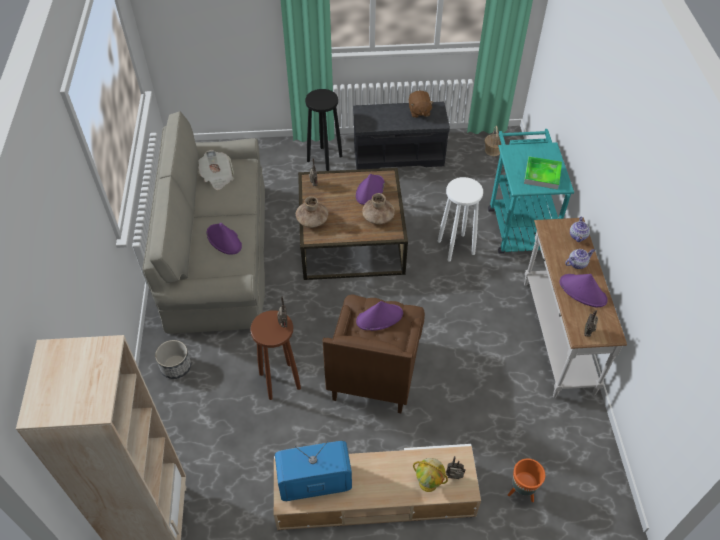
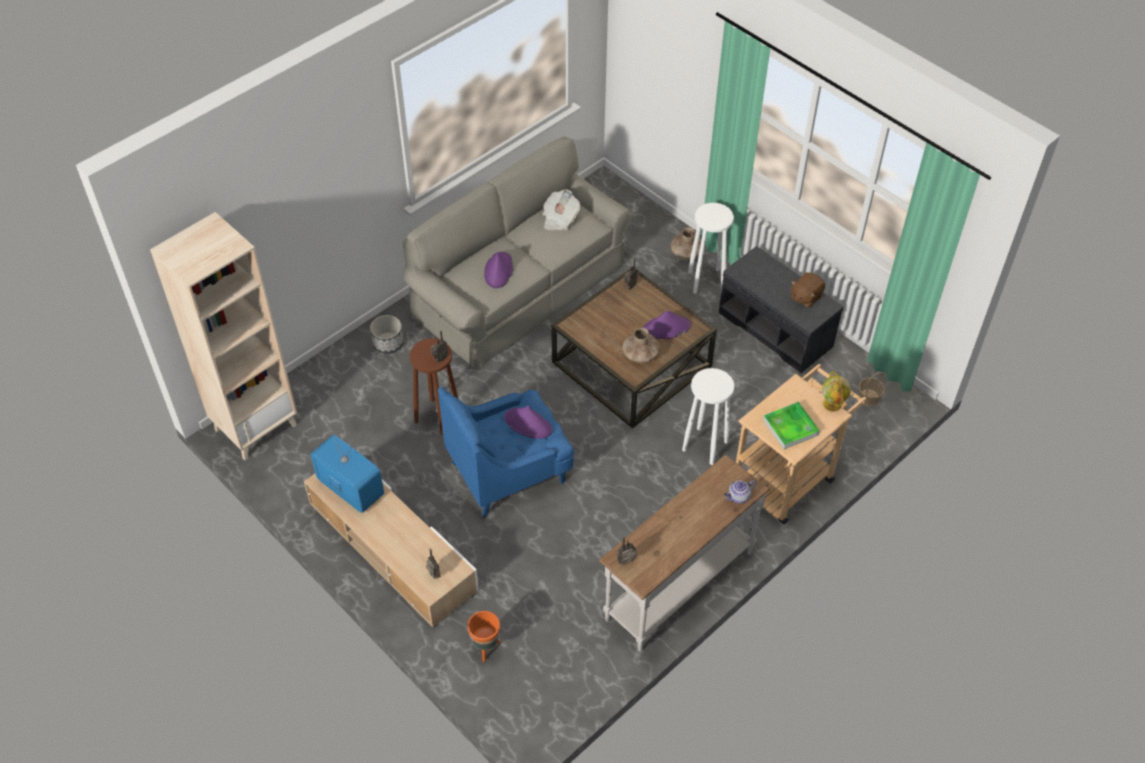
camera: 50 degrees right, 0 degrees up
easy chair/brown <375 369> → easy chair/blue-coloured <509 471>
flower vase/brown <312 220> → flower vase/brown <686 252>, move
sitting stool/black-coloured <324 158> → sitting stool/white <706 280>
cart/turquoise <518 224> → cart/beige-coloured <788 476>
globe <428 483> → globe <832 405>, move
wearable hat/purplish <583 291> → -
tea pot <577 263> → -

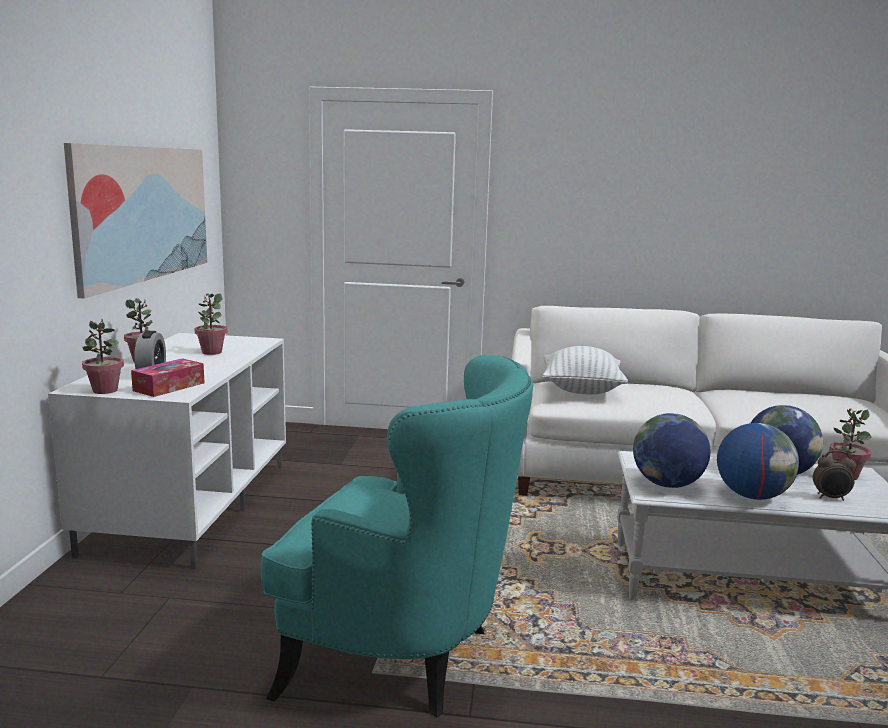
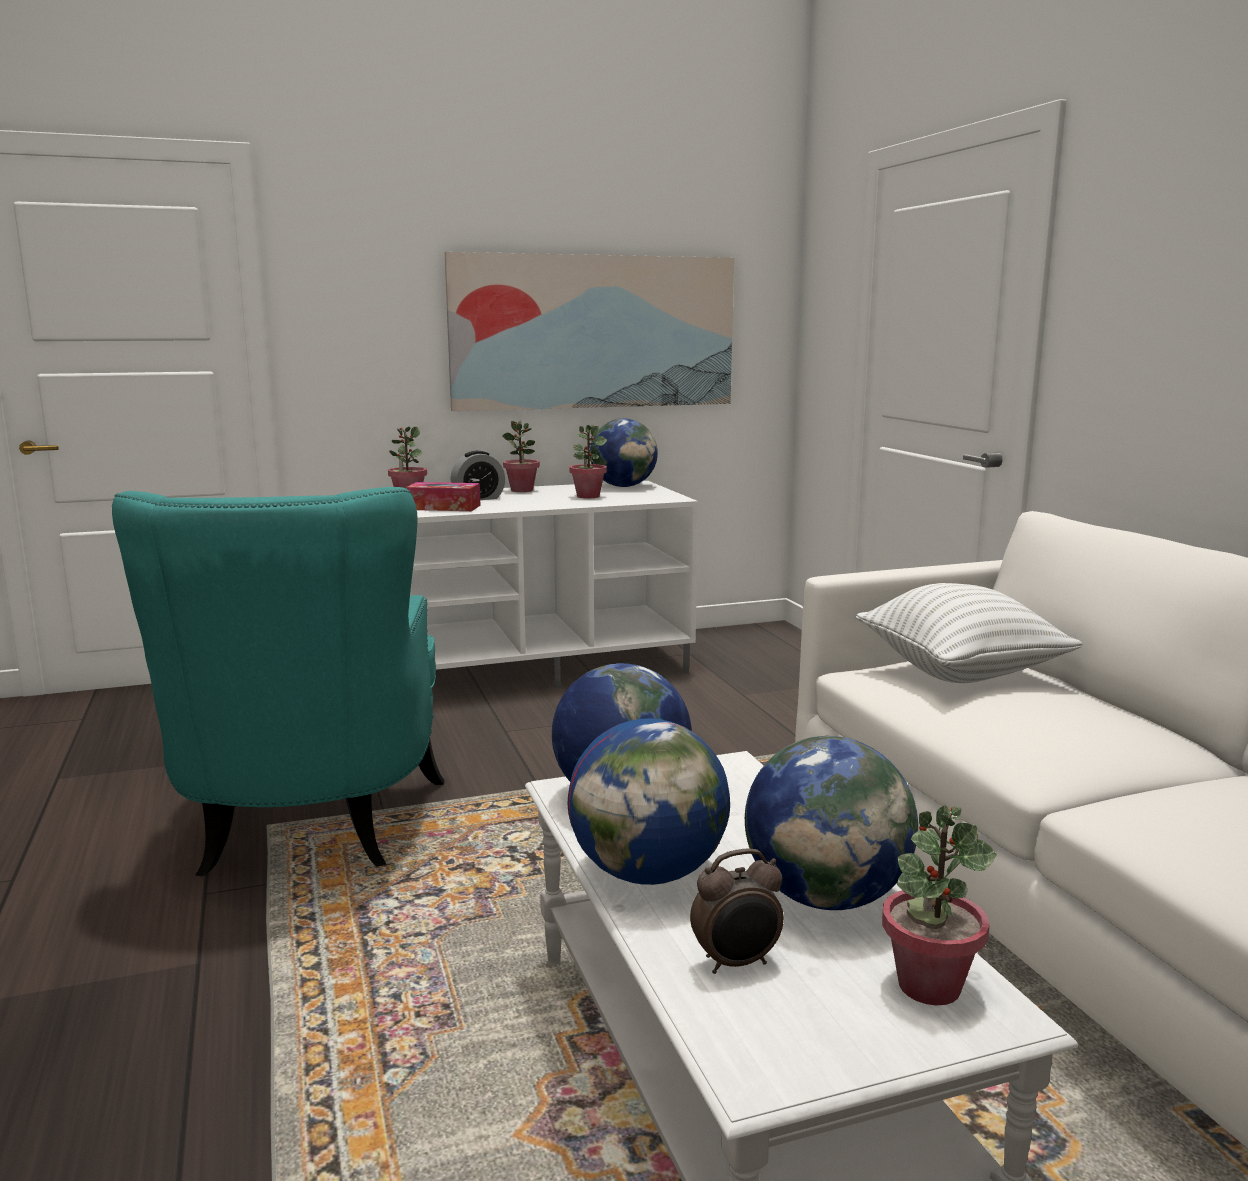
camera: 65 degrees right, 0 degrees up
- → globe <623 486>
table clock <830 498> → table clock <737 963>, 90 degrees counterclockwise

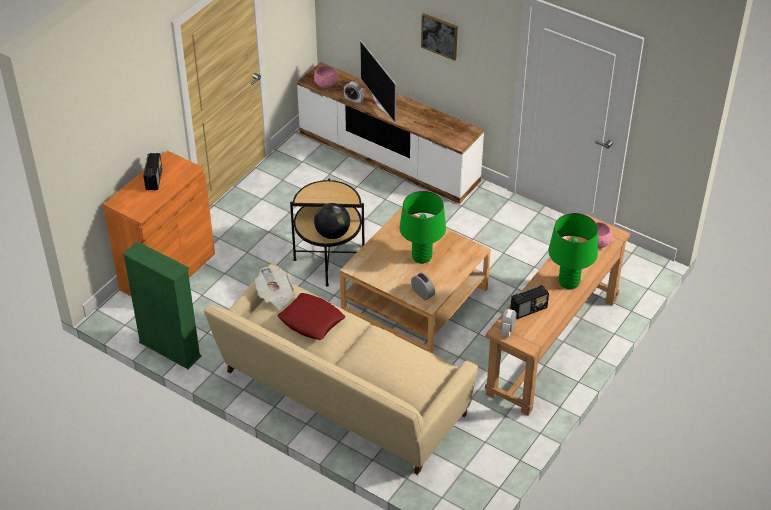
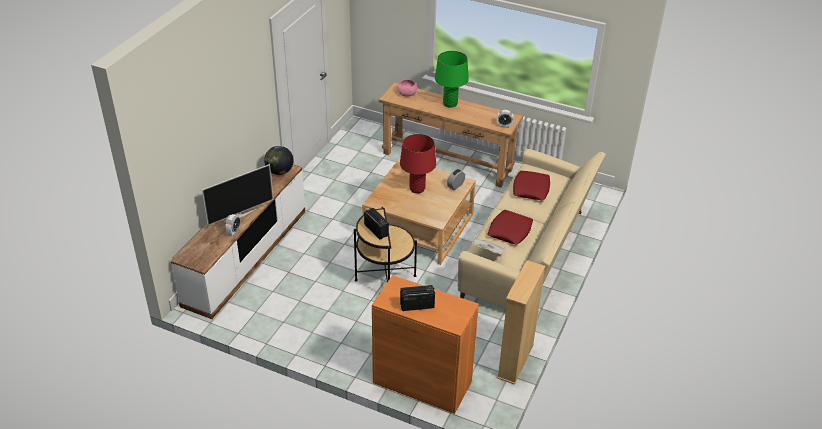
camera: 100 degrees left, 5 degrees down
globe <332 233> → globe <279 171>, move
radio receiver <529 309> → radio receiver <376 230>, move
tabletop lamp/green-coloured <422 257> → tabletop lamp/reddish <417 189>
shelving unit/green-coloured <170 349> → shelving unit/beige-coloured <515 361>
- → throw pillow/reddish <531 189>
deep dish/pink <326 84> → -
picture <439 36> → -

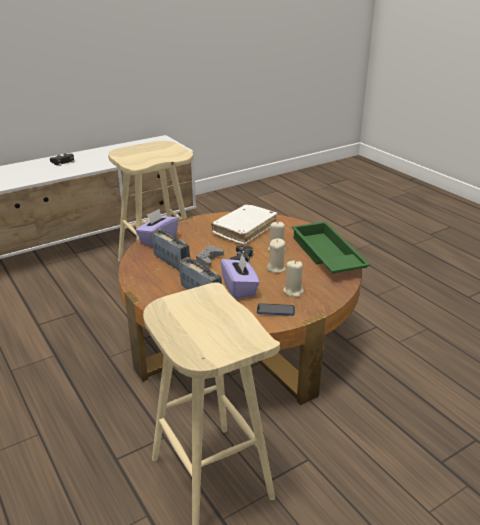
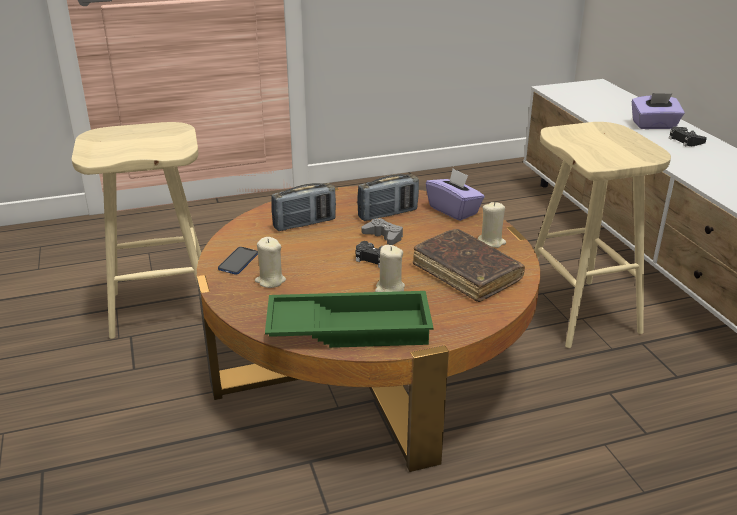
camera: 105 degrees right, 0 degrees up
volume/white <244 229> → volume/brown <466 273>
wax candle/beige-coloured <276 268> → wax candle/beige-coloured <491 242>, move
tissue holder/purplish <239 288> → tissue holder/purplish <654 125>, move

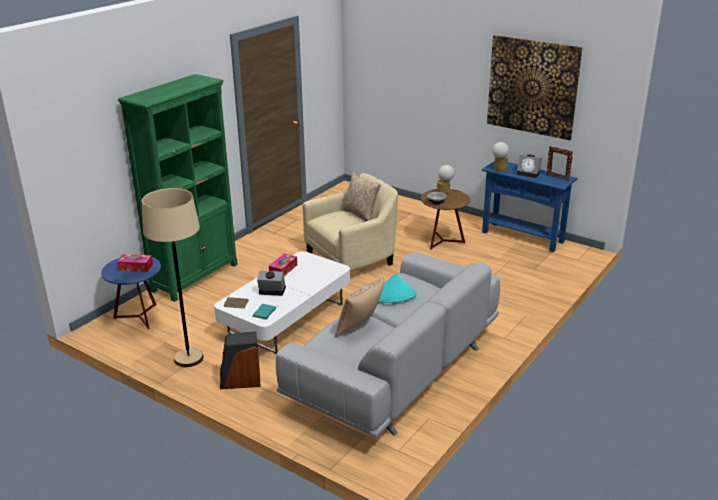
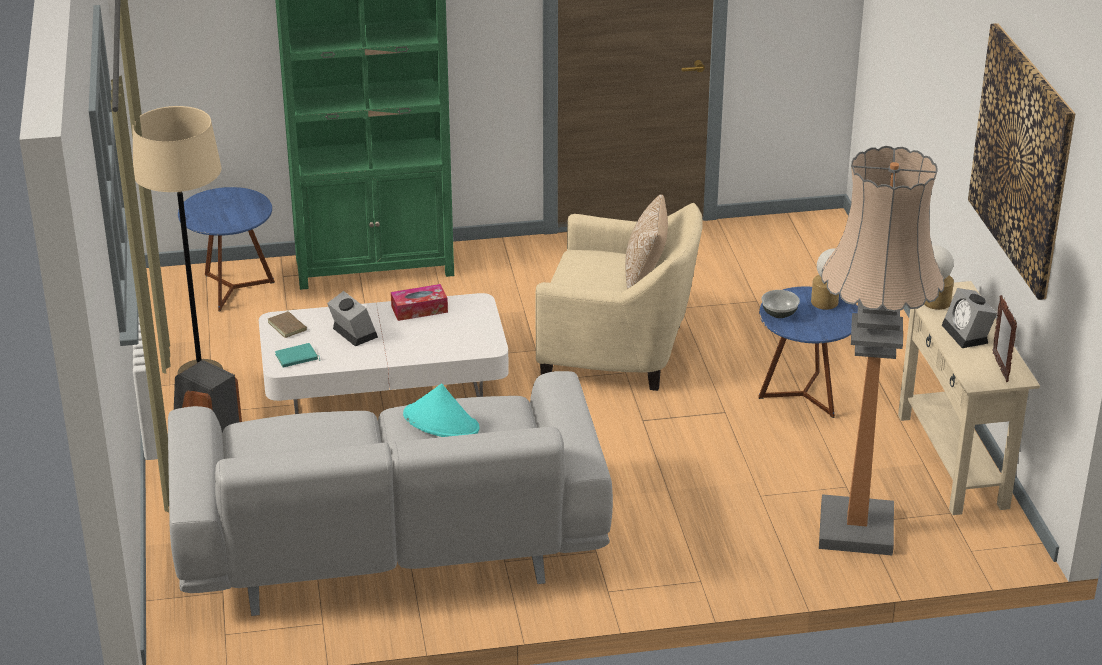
camera: 45 degrees right, 5 degrees up
accent table/brown <443 241> → accent table/blue-coloured <803 396>
- → standing lamp <856 529>
console table/blue-coloured <522 237> → console table/beige-coloured <952 460>
tissue holder <135 267> → -
throw pillow <360 329> → -

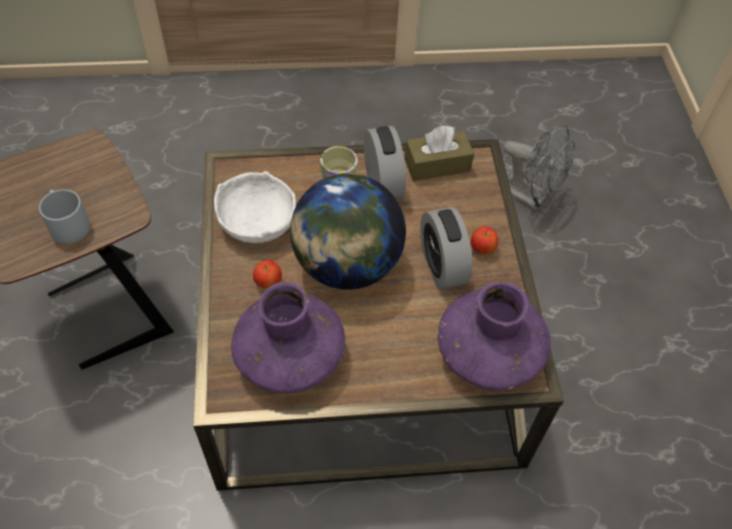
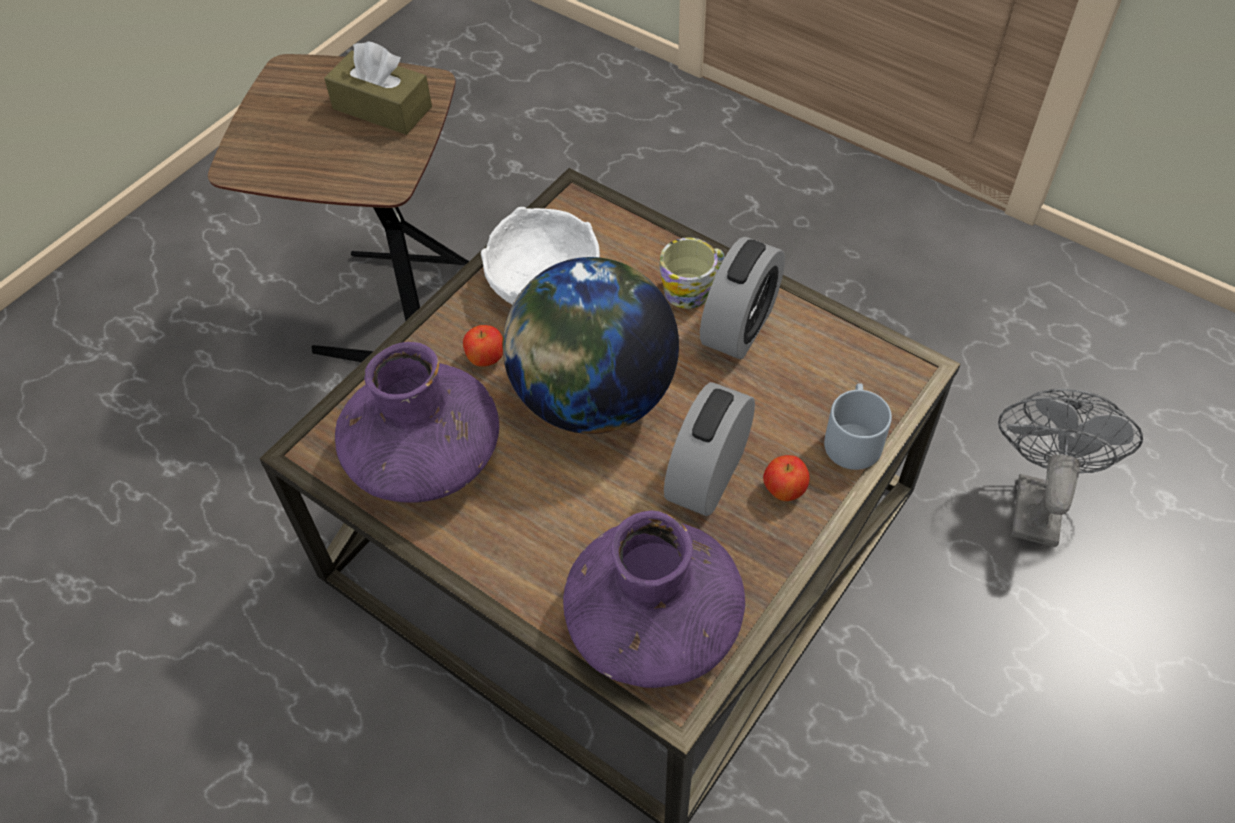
camera: 45 degrees right, 0 degrees up
tissue holder/brown <437 165> → tissue holder/brown <382 108>, move
mug/greyish <66 224> → mug/greyish <851 436>, move
electric fan/greyish <530 197> → electric fan/greyish <1036 500>, 150 degrees counterclockwise

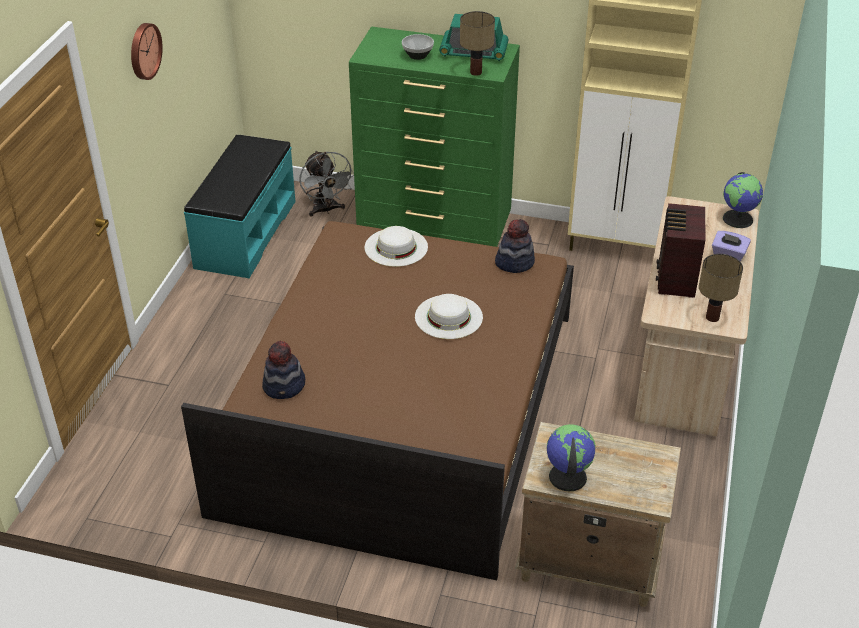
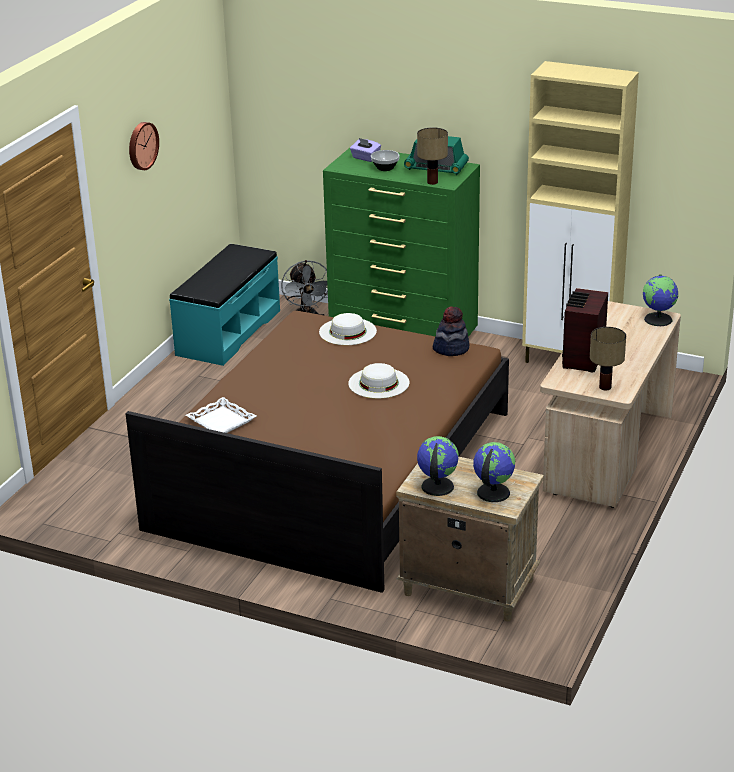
camera: 10 degrees right, 10 degrees down
wearable hat <284 386> → serving tray/white <222 421>
tissue holder/purplish <728 254> → tissue holder/purplish <365 158>, move
- → globe <492 492>

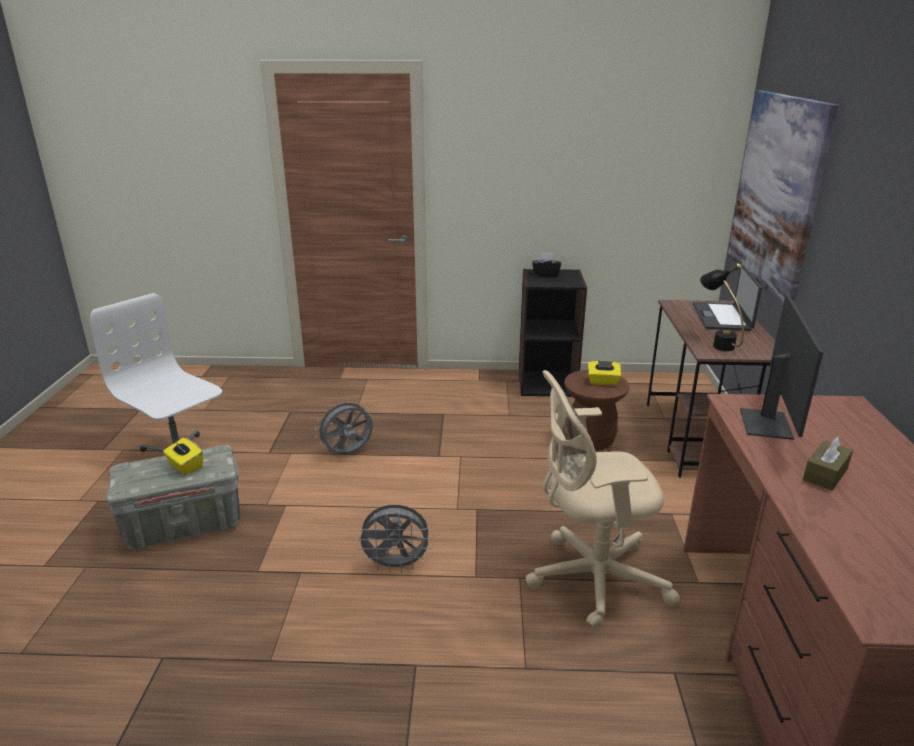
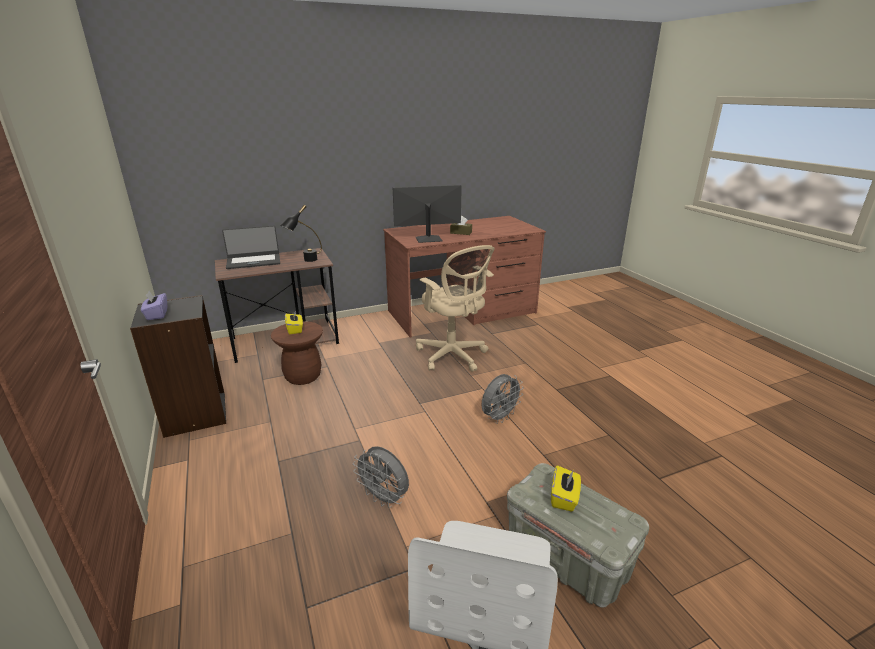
camera: 115 degrees left, 0 degrees up
tissue holder/black-coloured <546 274> → tissue holder/purplish <157 314>
electric fan/greyish <396 565> → electric fan/greyish <499 417>, 75 degrees clockwise
picture <777 192> → -

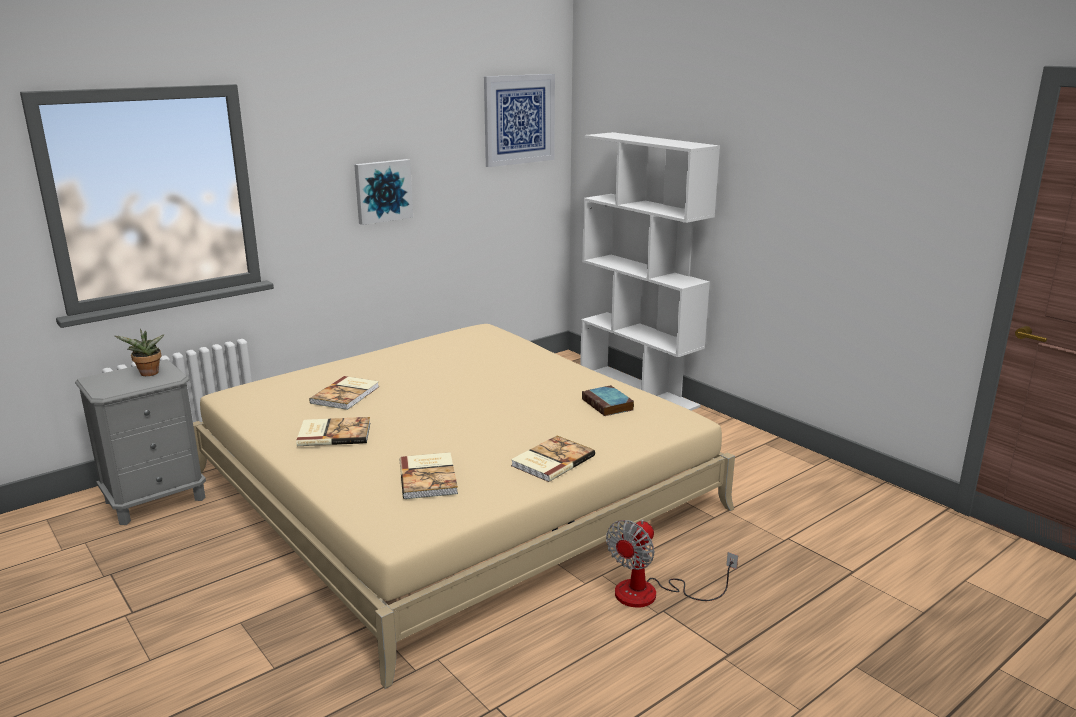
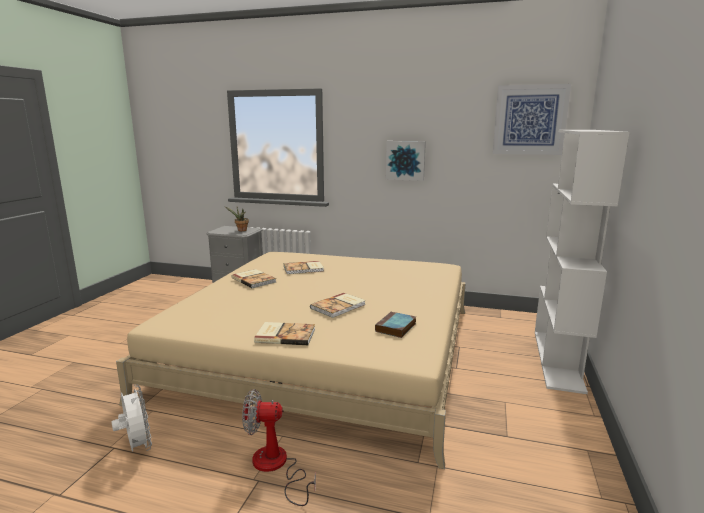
camera: 55 degrees right, 5 degrees down
- → electric fan/white <137 447>
volume <429 477> → volume <339 306>, move

